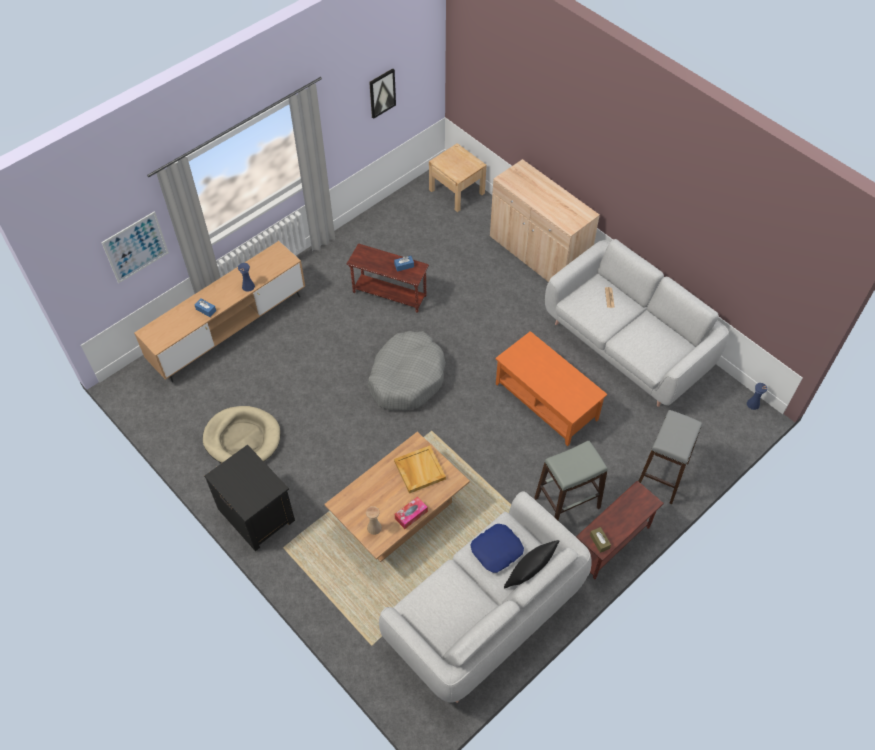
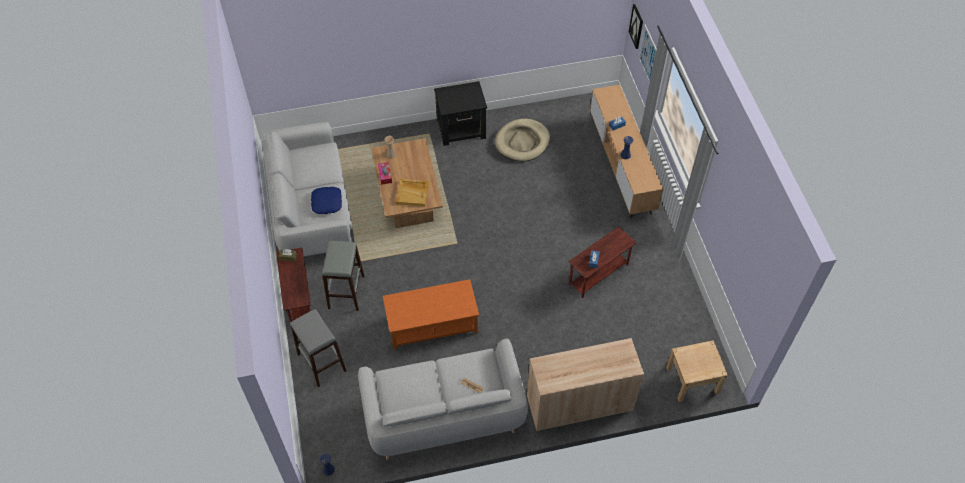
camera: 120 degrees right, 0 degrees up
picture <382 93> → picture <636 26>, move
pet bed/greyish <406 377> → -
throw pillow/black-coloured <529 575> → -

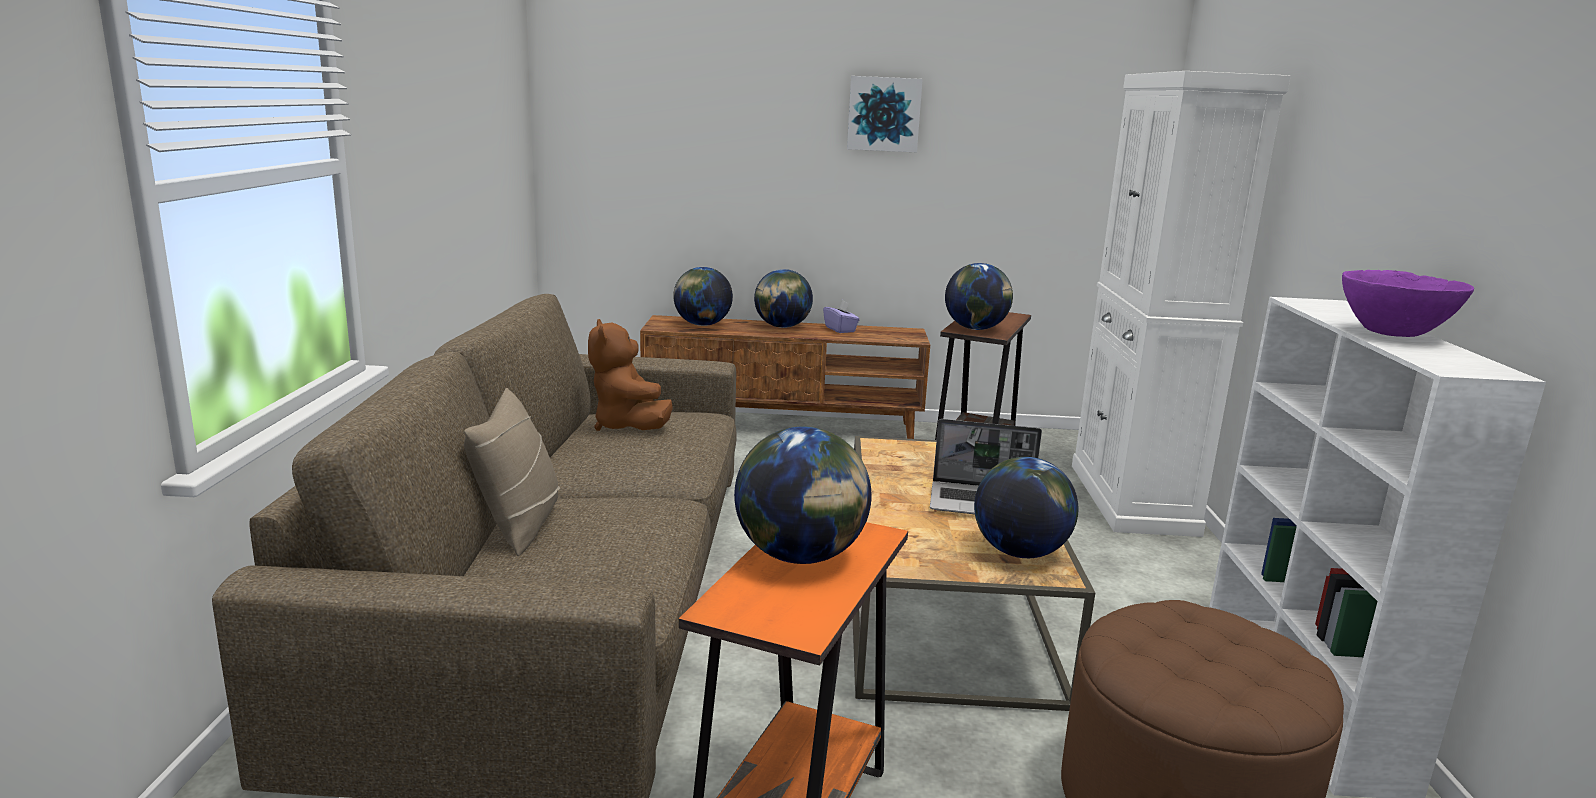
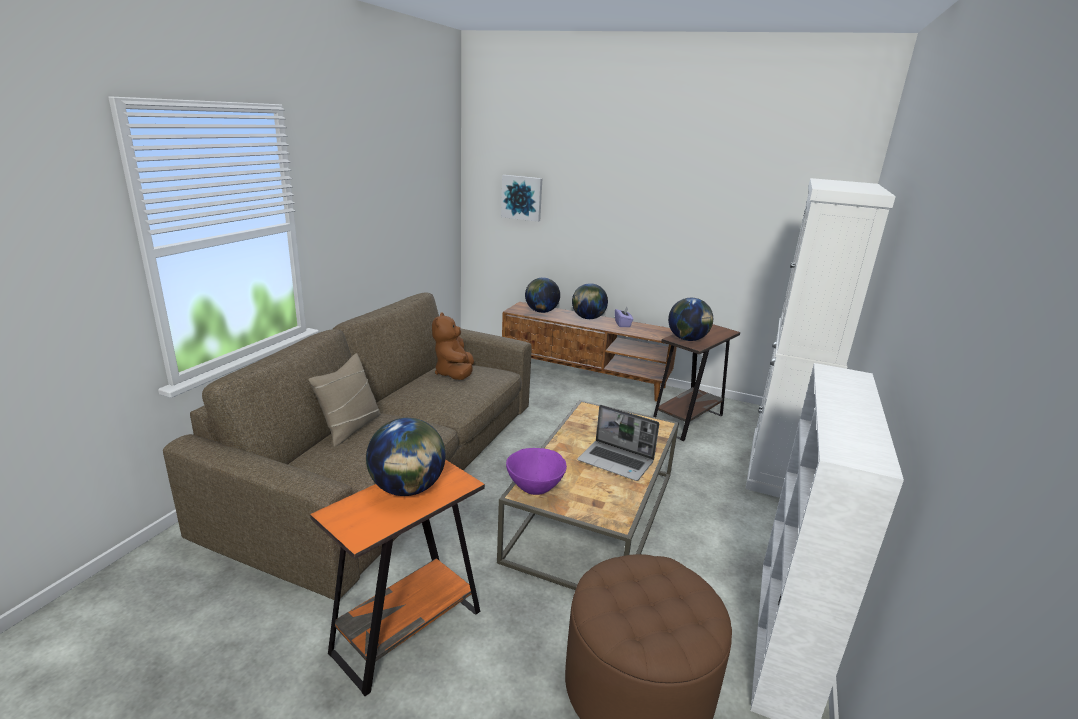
camera: 20 degrees right, 5 degrees up
picture <883 114> → picture <522 197>, move
deep dish/purplish <1393 334> → deep dish/purplish <535 489>, move
globe <1019 552> → -

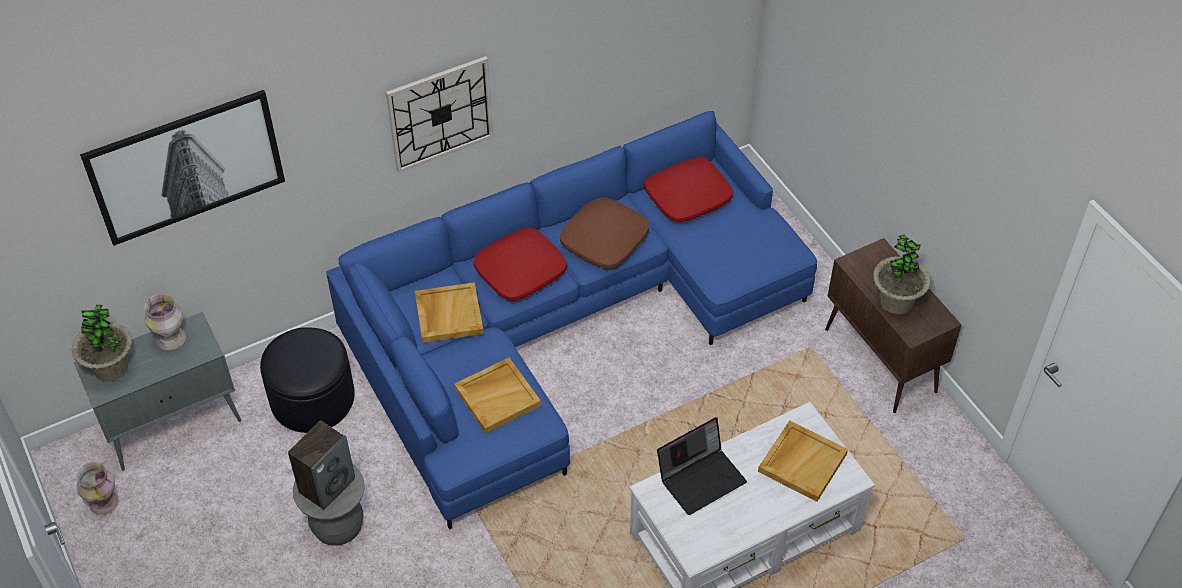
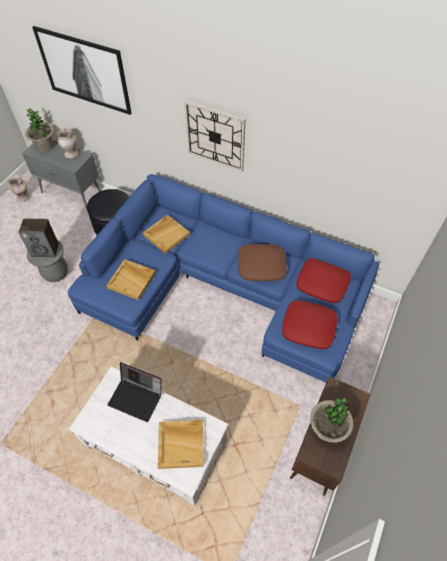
camera: 55 degrees right, 5 degrees up
throw pillow/reddish <520 271> → throw pillow/reddish <308 327>, move

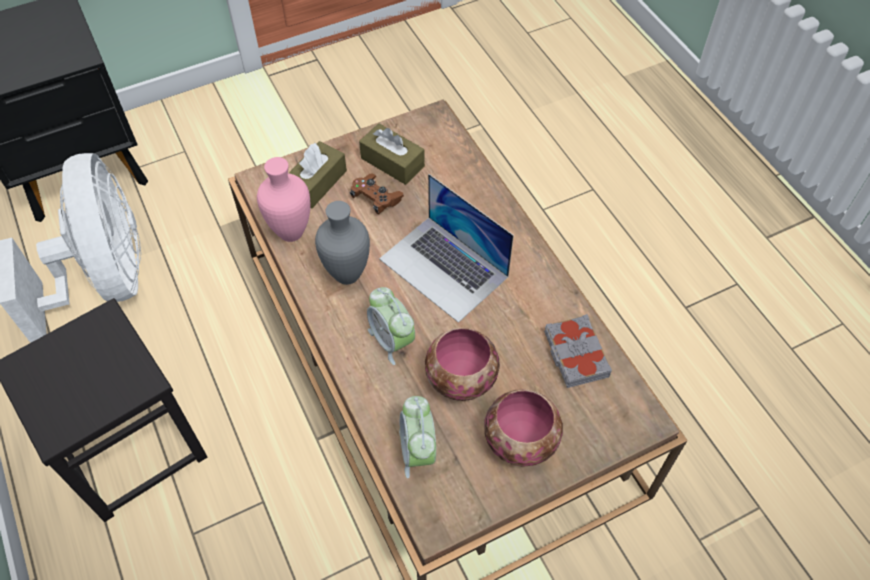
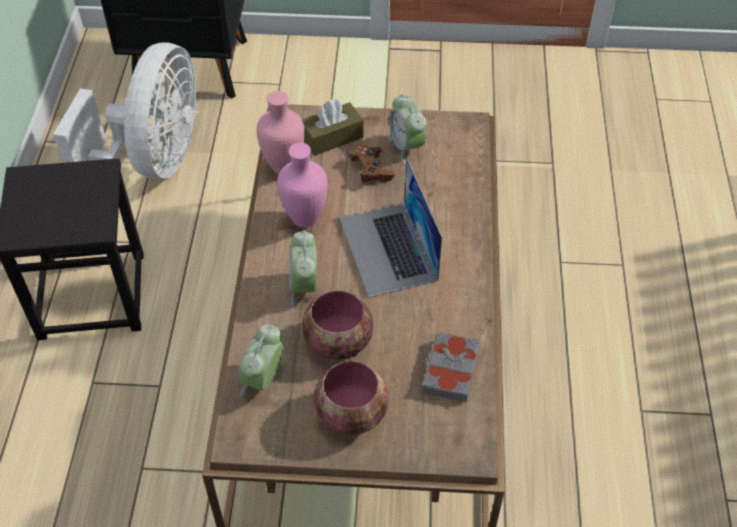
camera: 30 degrees right, 5 degrees down
flower vase/greyish <345 275> → flower vase/pink <303 219>
tissue holder/brown <392 162> → table clock <406 146>

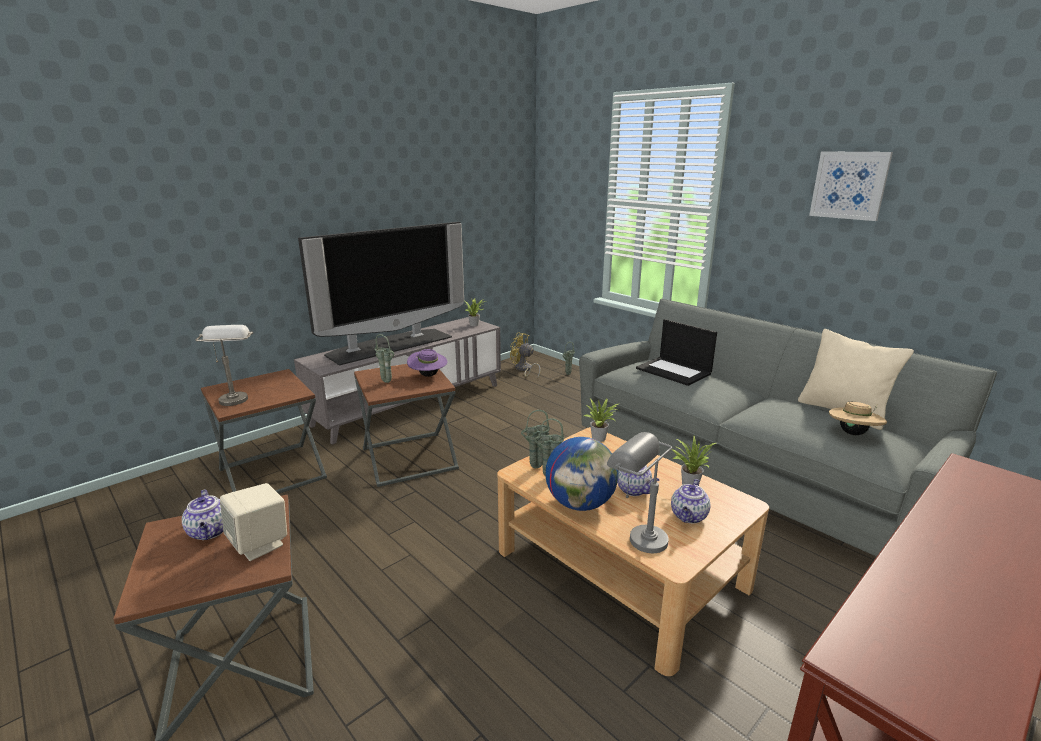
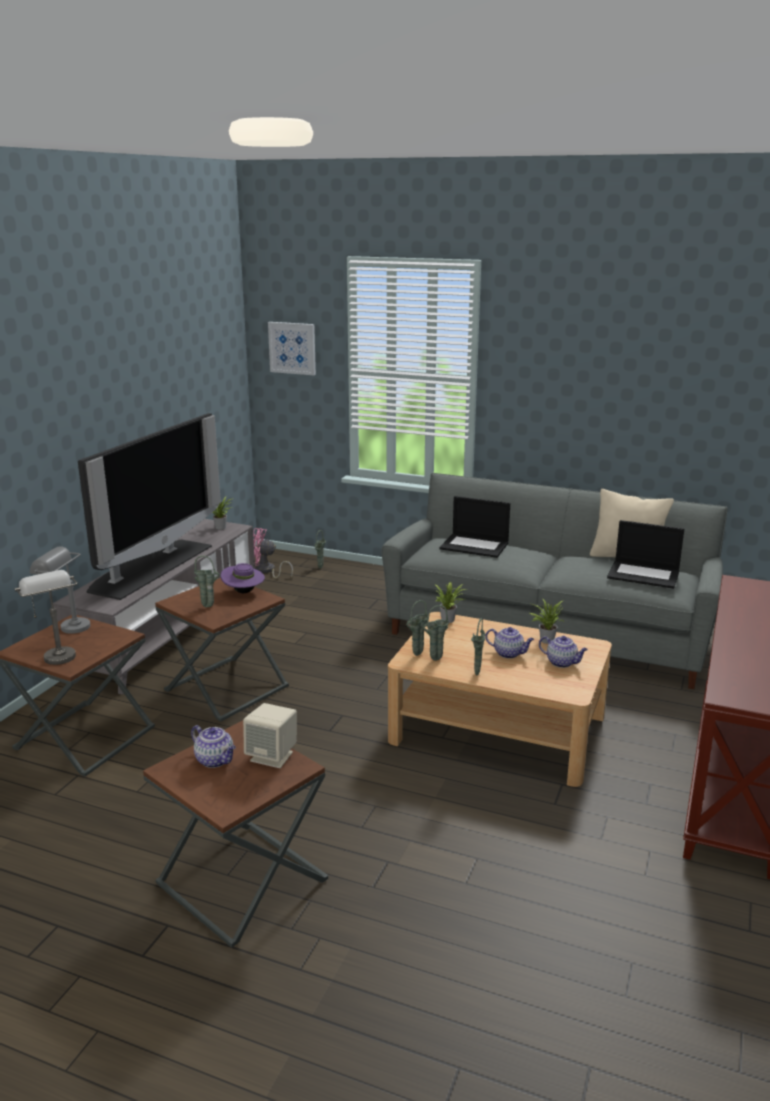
camera: 25 degrees left, 0 degrees up
tabletop lamp/greyish <635 536> → tabletop lamp/greyish <66 626>, move
electric fan/yellow-coloured <524 369> → electric fan/pink <267 571>
picture <849 185> → picture <292 348>, move
globe <580 503> → flower vase/green-coloured <477 673>
tea pot <689 516> → tea pot <562 663>, 60 degrees counterclockwise
wearable hat/beige-coloured <853 433> → portable computer <644 574>

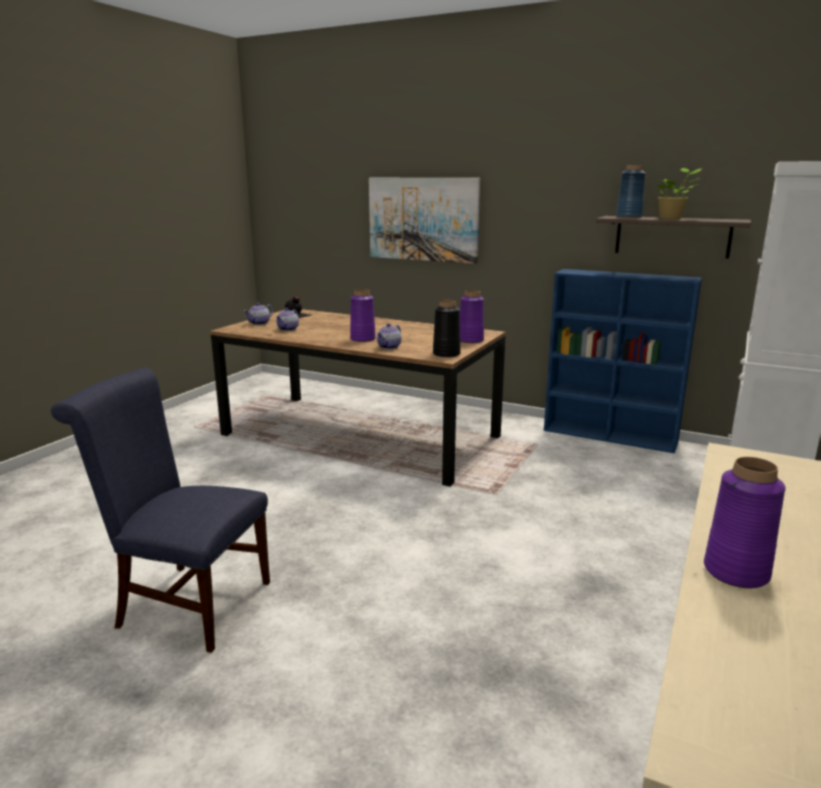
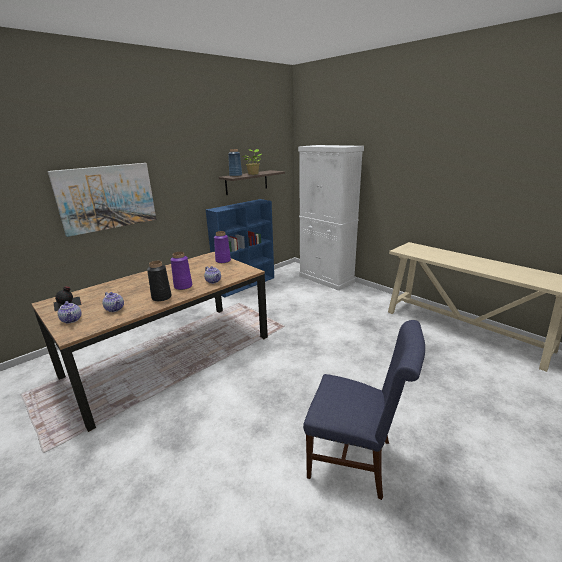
camera: 70 degrees left, 5 degrees up
flower vase/black-coloured <446 354> → flower vase/black-coloured <161 297>, move
upright chair/blue-coloured <186 603> → upright chair/blue-coloured <356 459>, 105 degrees counterclockwise
flower vase/purplish <736 572> → -

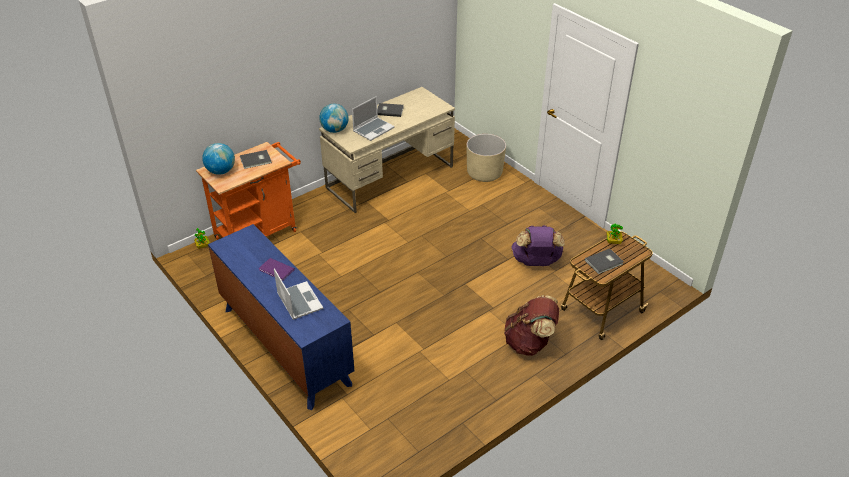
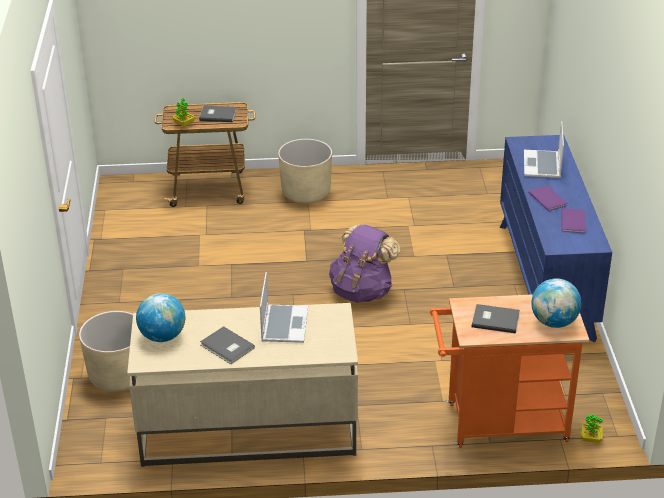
camera: 145 degrees left, 5 degrees down
globe <335 130> → globe <162 336>, move
portable computer <373 129> → portable computer <283 324>, 105 degrees clockwise
backpack/brown <529 343> → plant pot/beige-coloured <306 193>
backpack/purplish <536 262> → backpack/purplish <362 291>, move
- → volume/purplish <574 221>

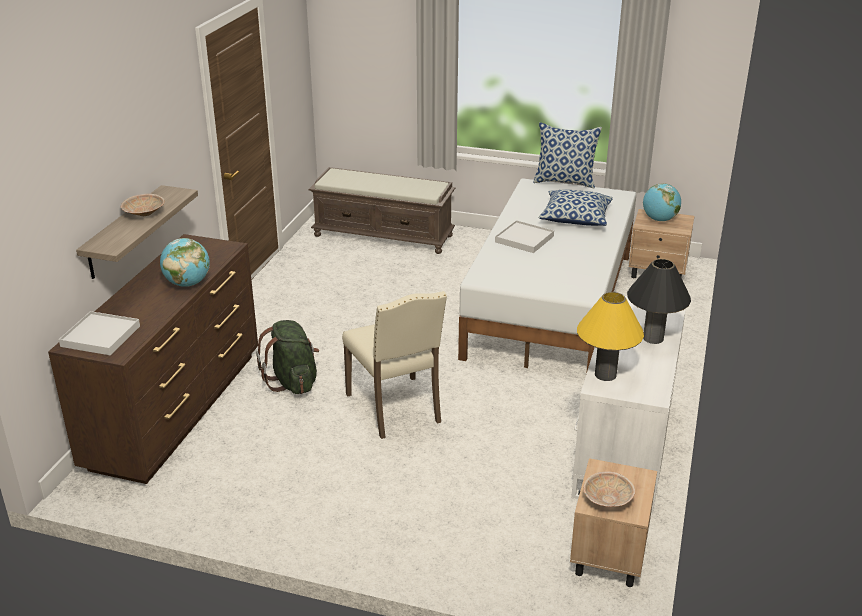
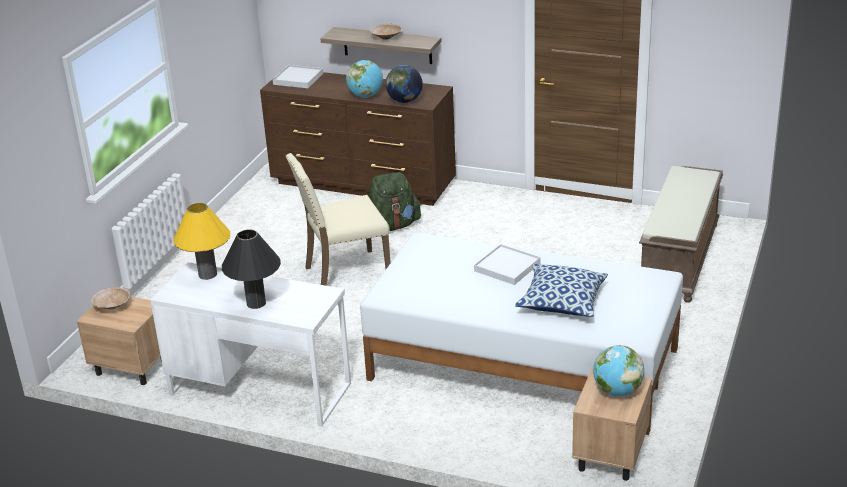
camera: 95 degrees right, 0 degrees up
- → globe <404 101>
throw pillow <565 182> → -

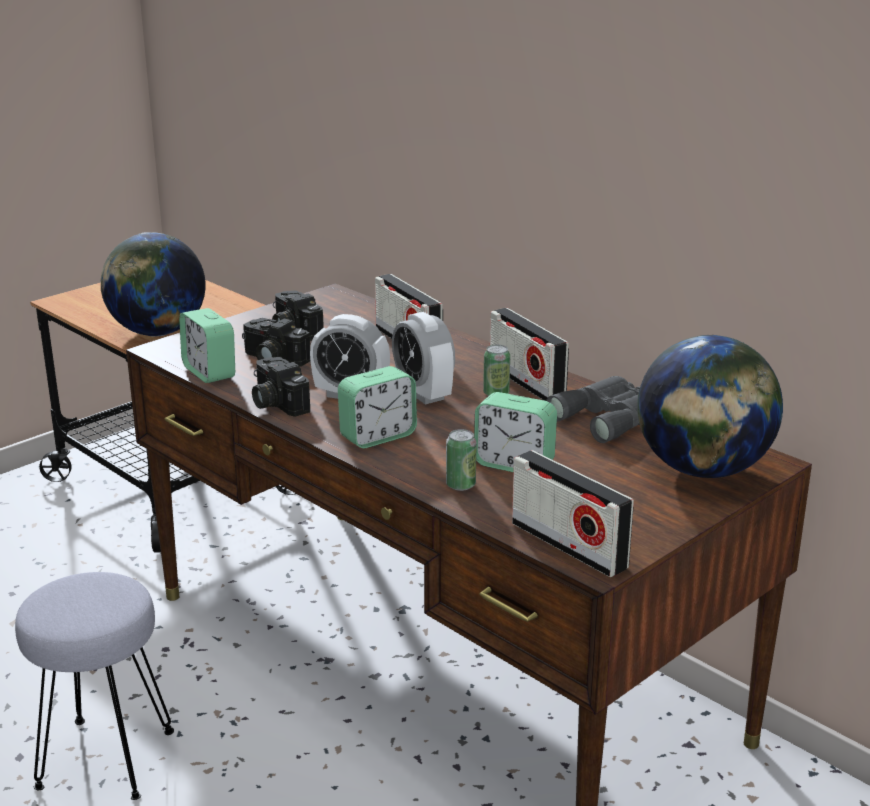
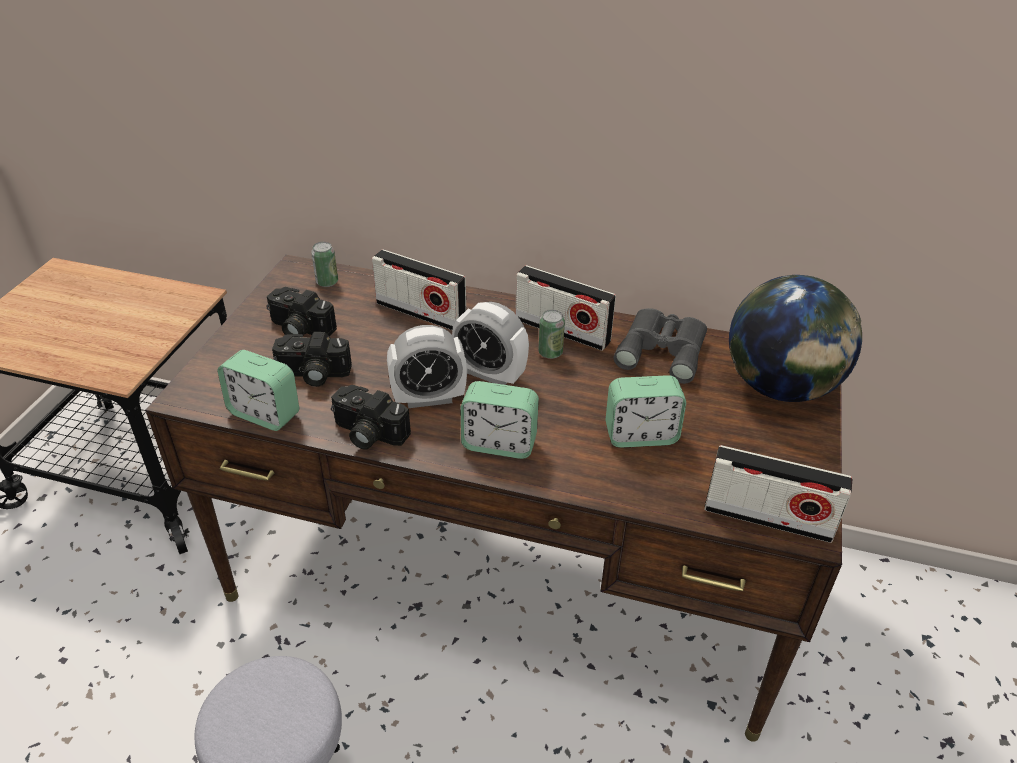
camera: 30 degrees left, 15 degrees up
sealed can <460 485> → sealed can <327 282>, move
table clock <378 436> → table clock <499 443>, 75 degrees clockwise
globe <157 332> → -

